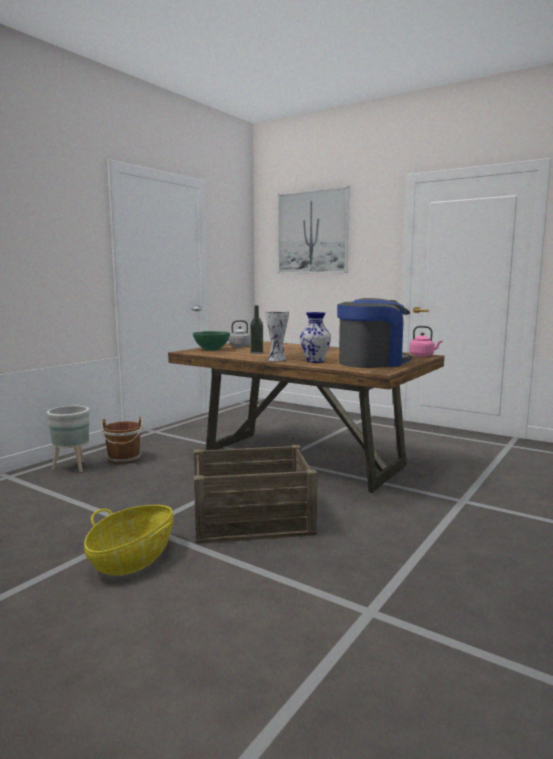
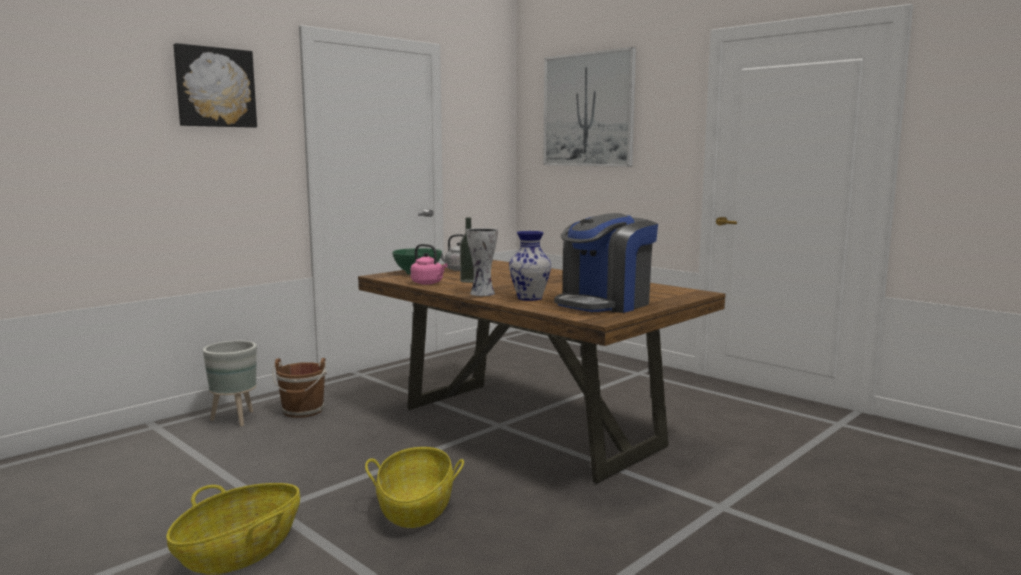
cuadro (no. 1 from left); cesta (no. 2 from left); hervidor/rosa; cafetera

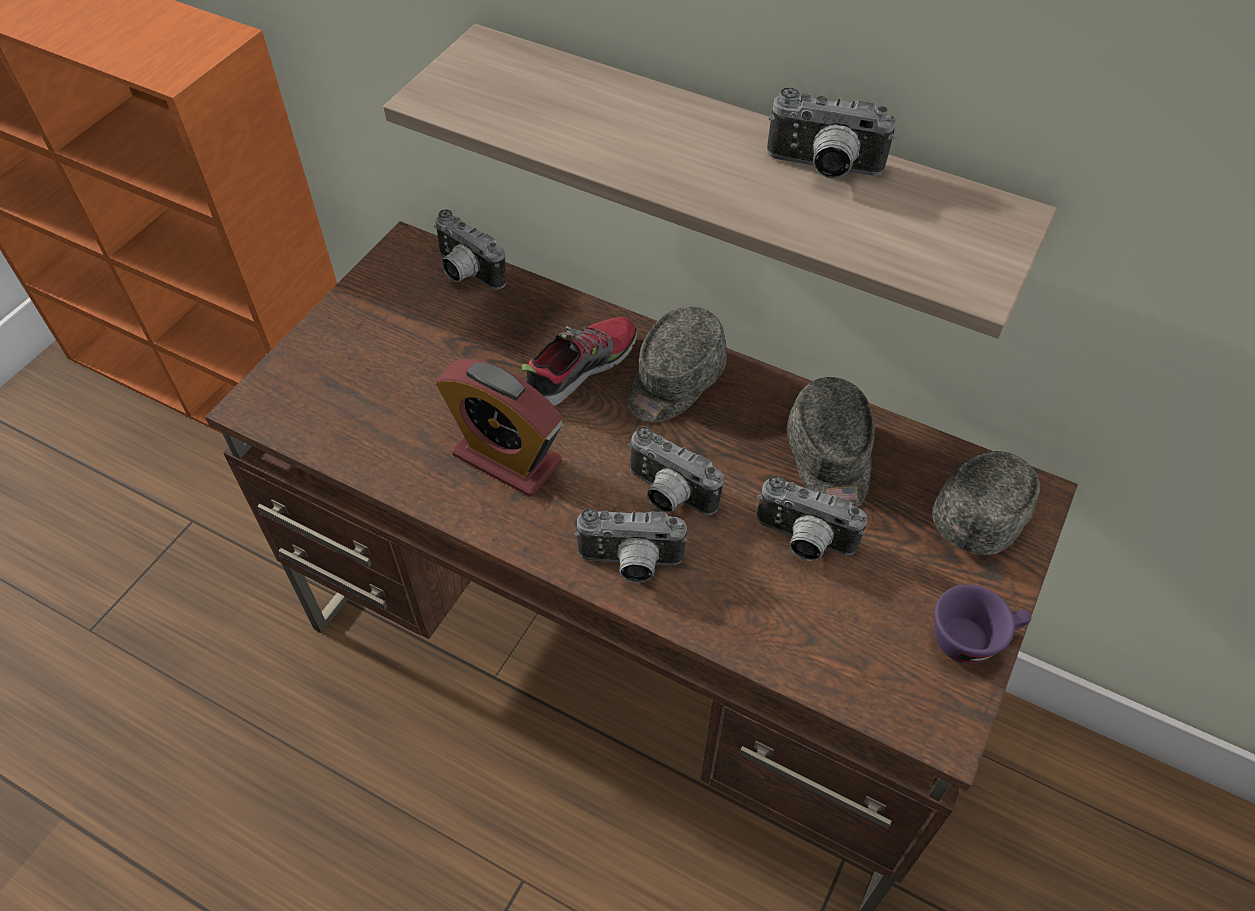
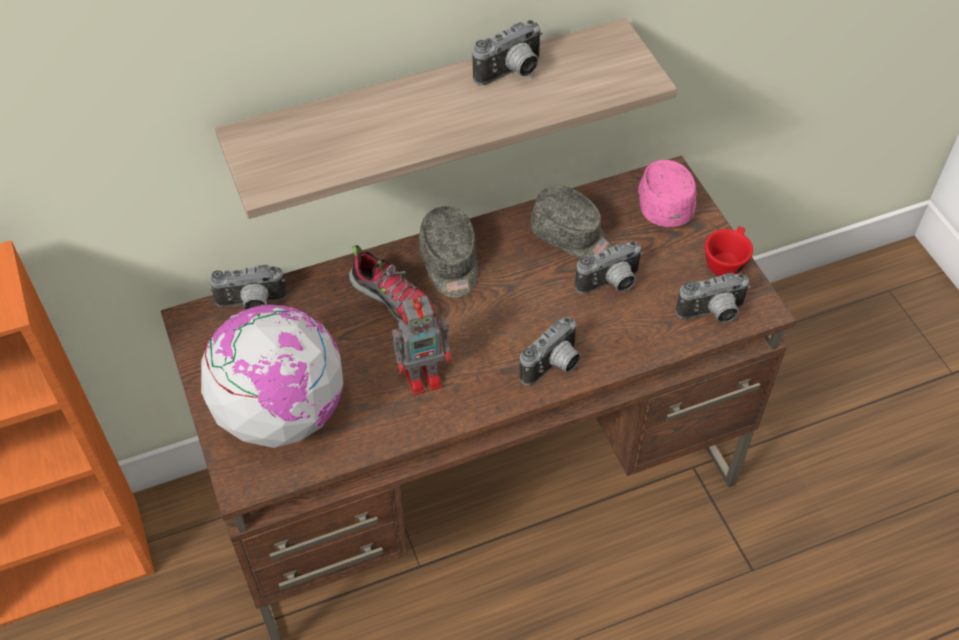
globo terráqueo; zapato; robot de juguete; gorra/rosa; cámara (no. 5 from left); taza/rojo

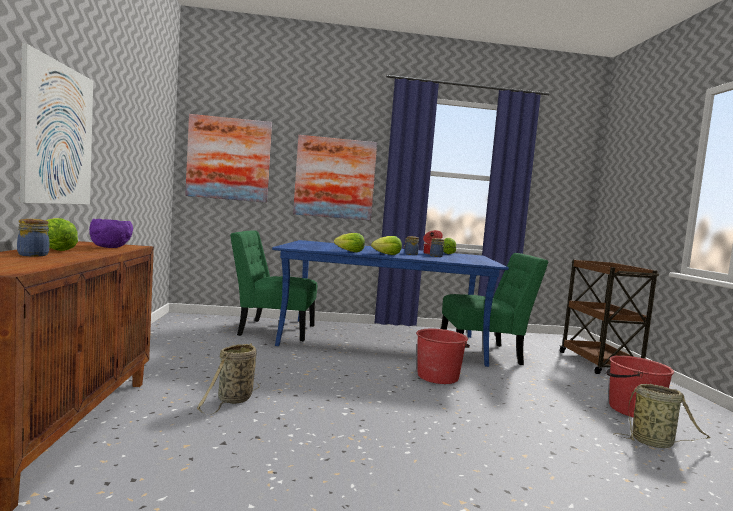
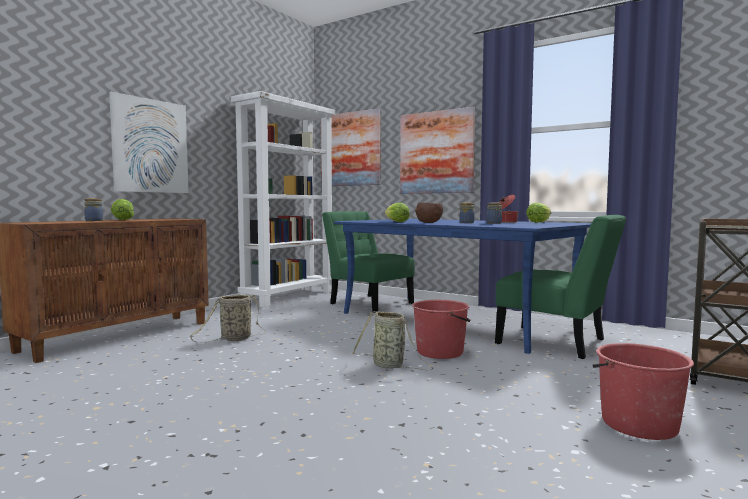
estantería/blanco; cesta (no. 2 from left); cuenco/marrón; cuenco/morado

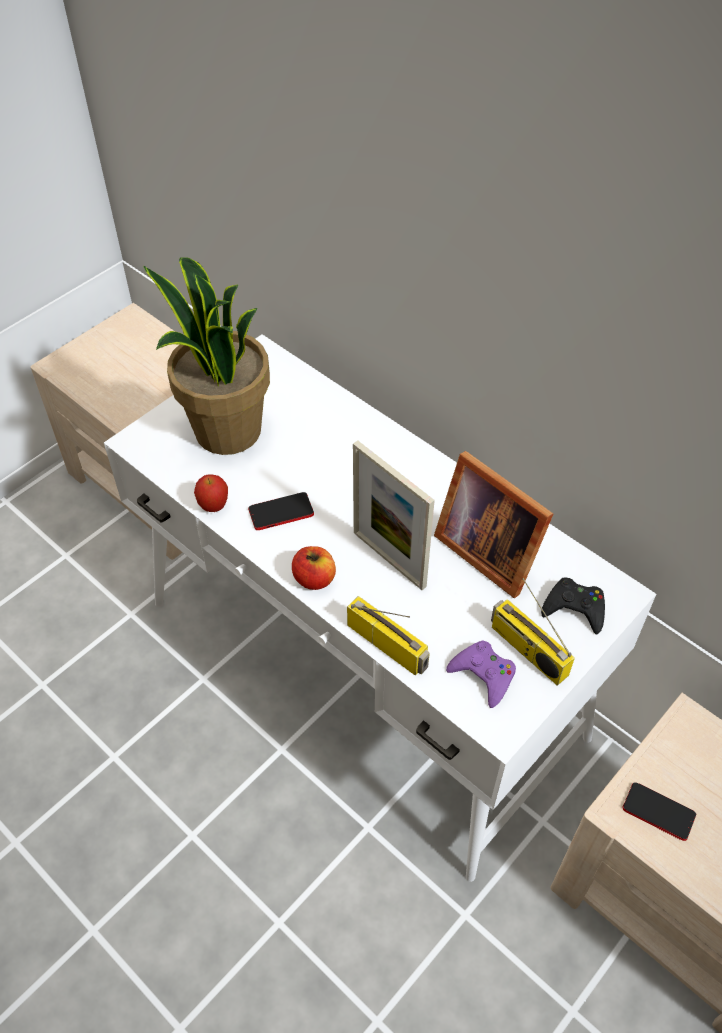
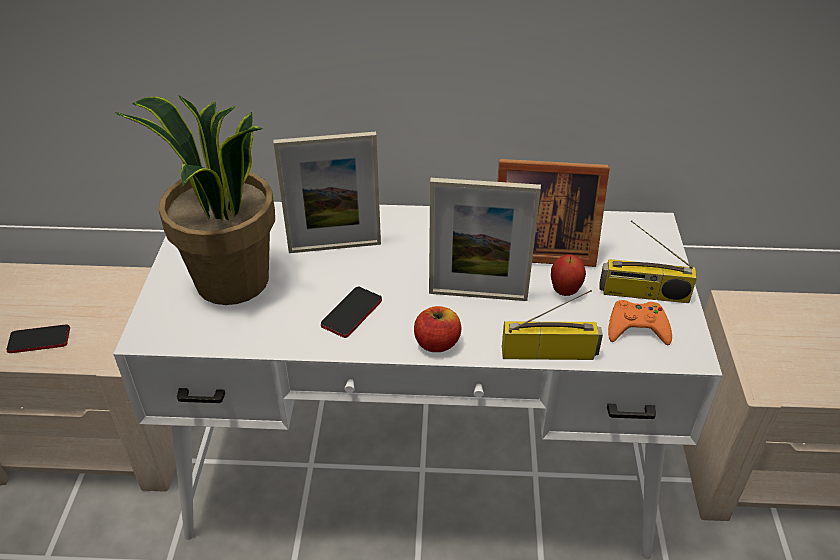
móvil (no. 1 from left); portarretratos (no. 1 from left); manzana (no. 2 from left); mando de consola/naranja; mando de consola/negro

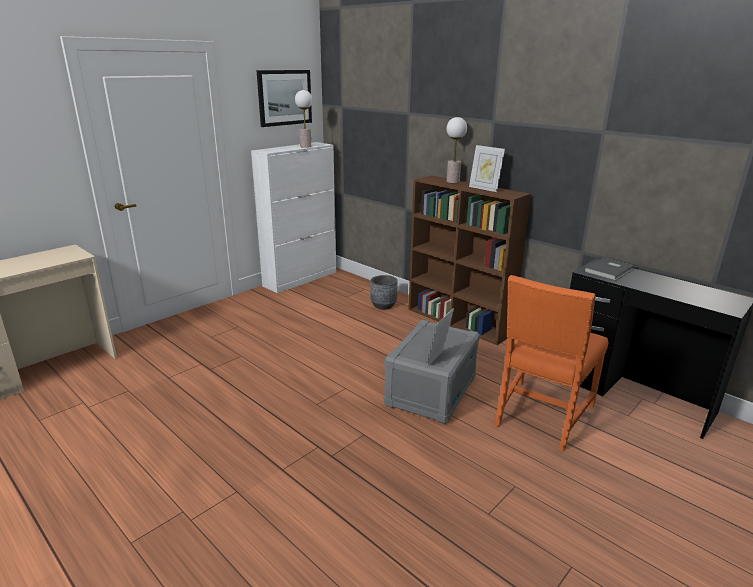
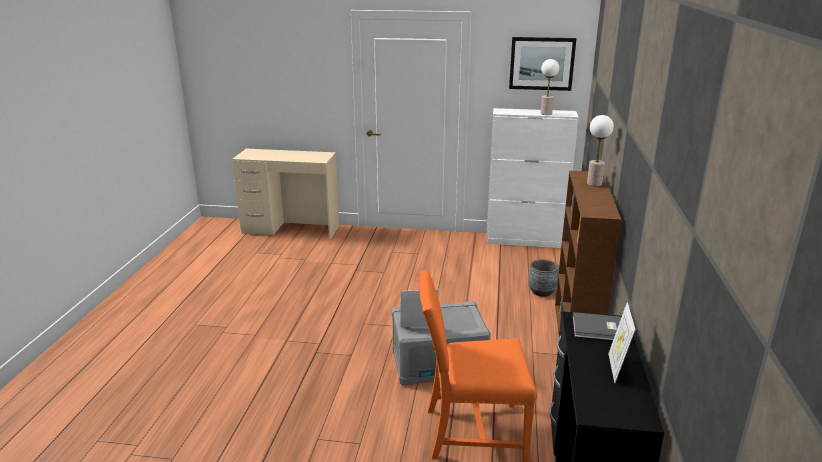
portarretratos (no. 2 from left)

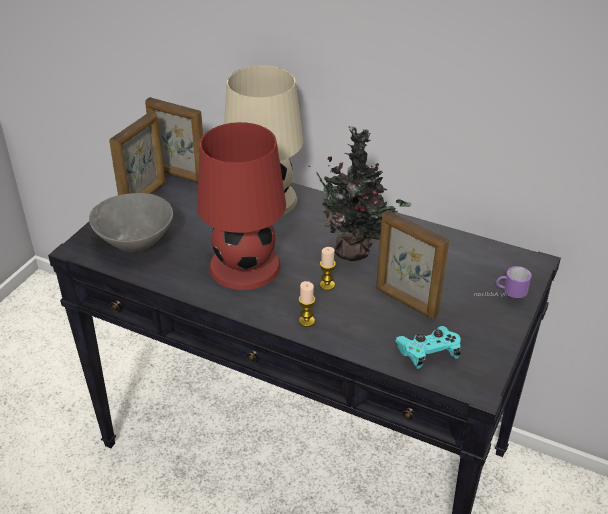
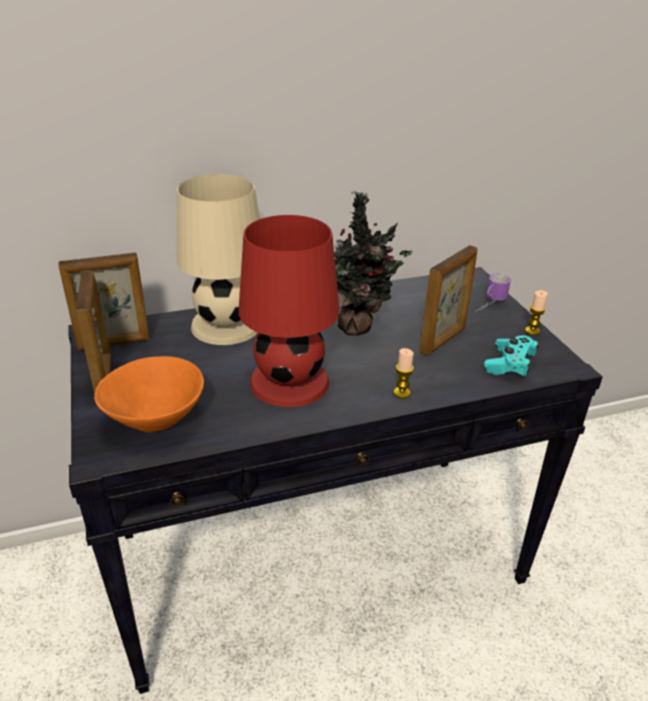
cuenco/naranja; portarretratos (no. 3 from left); vela (no. 2 from left)

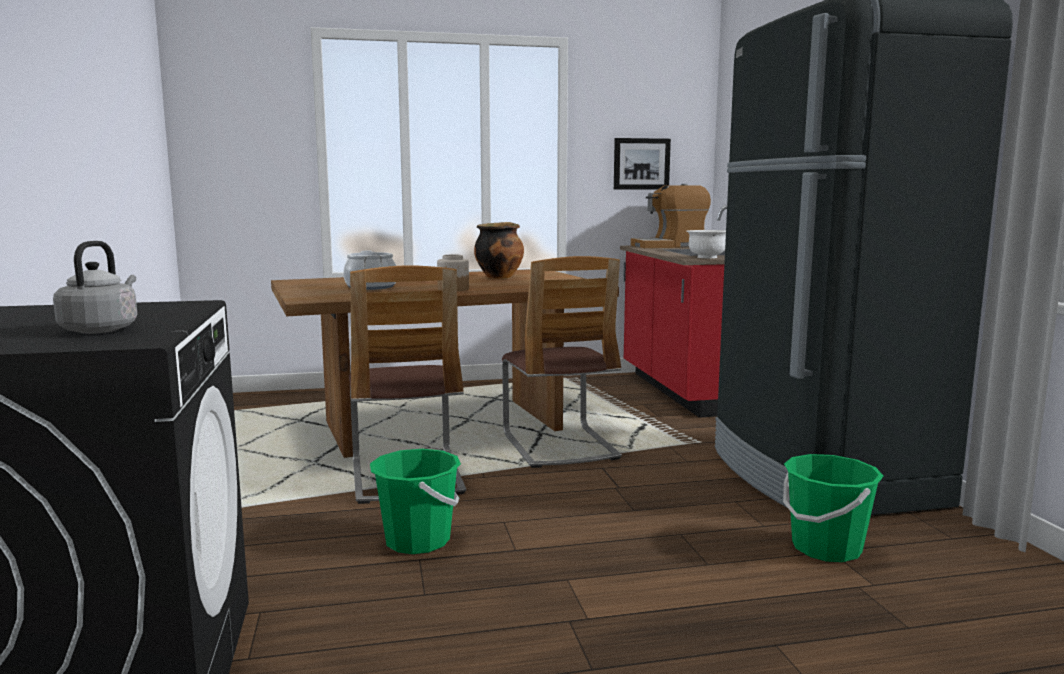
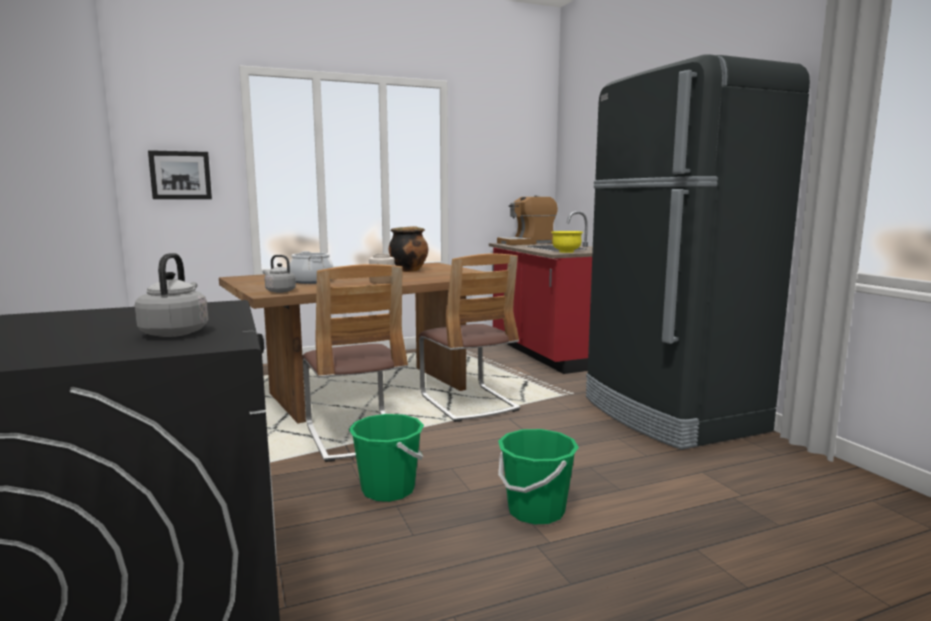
cuadro; hervidor/gris (no. 2 from left); cubo/verde (no. 2 from left); cuenco/amarillo

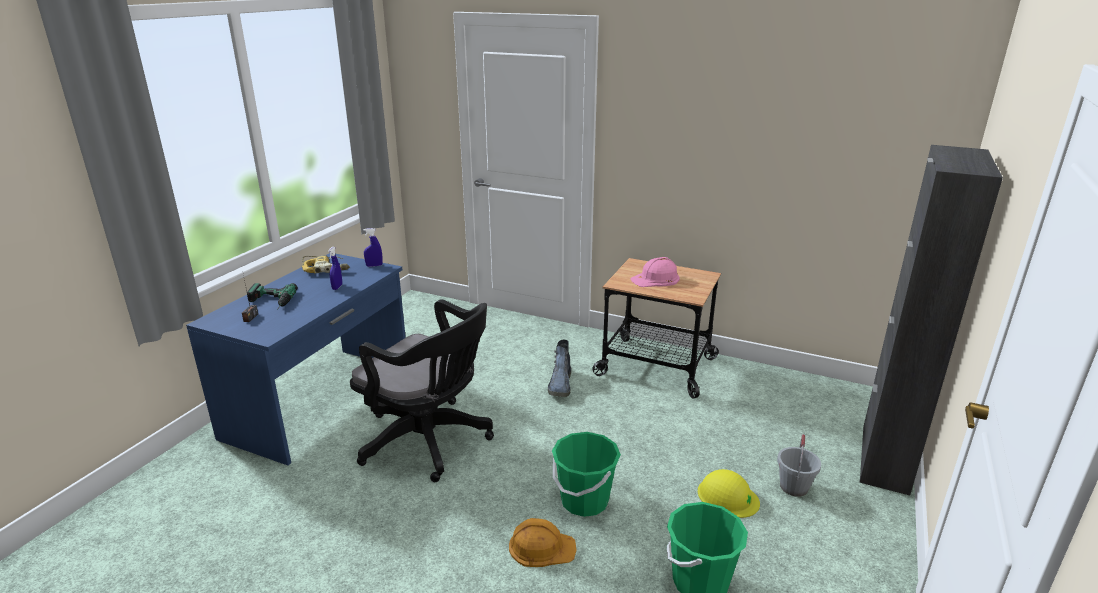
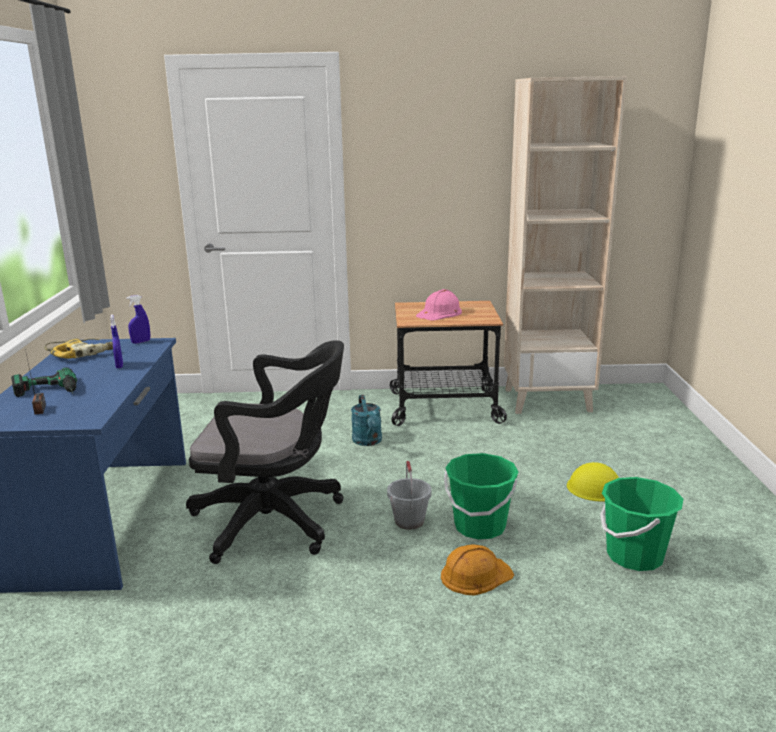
regadera/turquesa; cubo/gris; estantería/beis; armario/negro

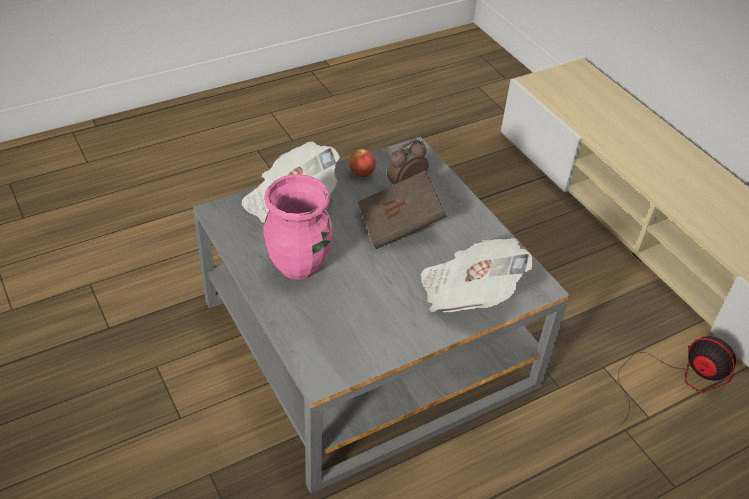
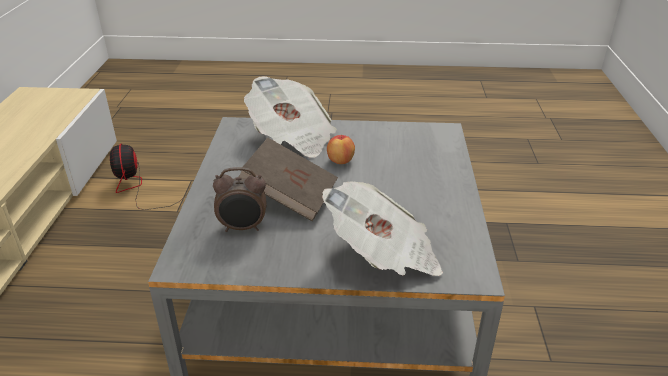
manzana; florero/rosa

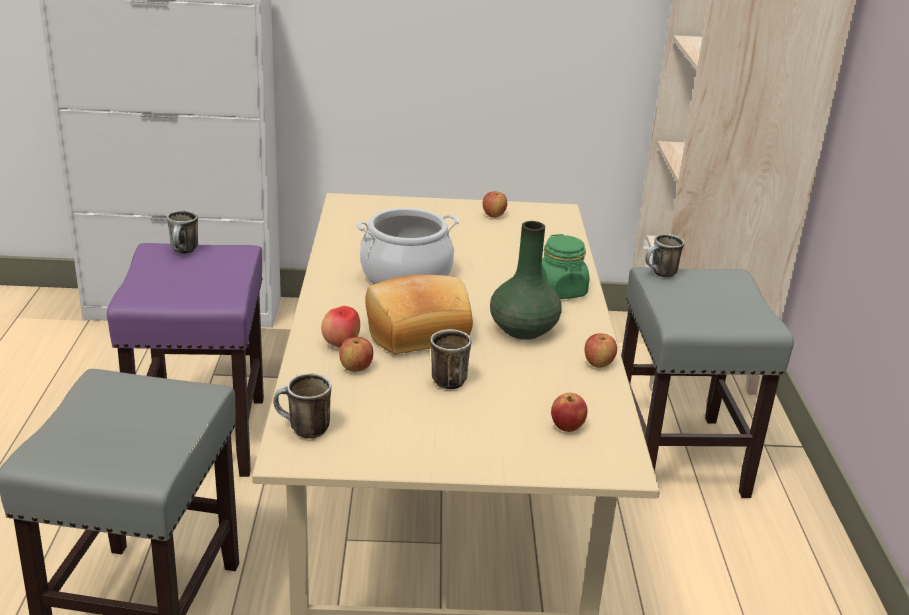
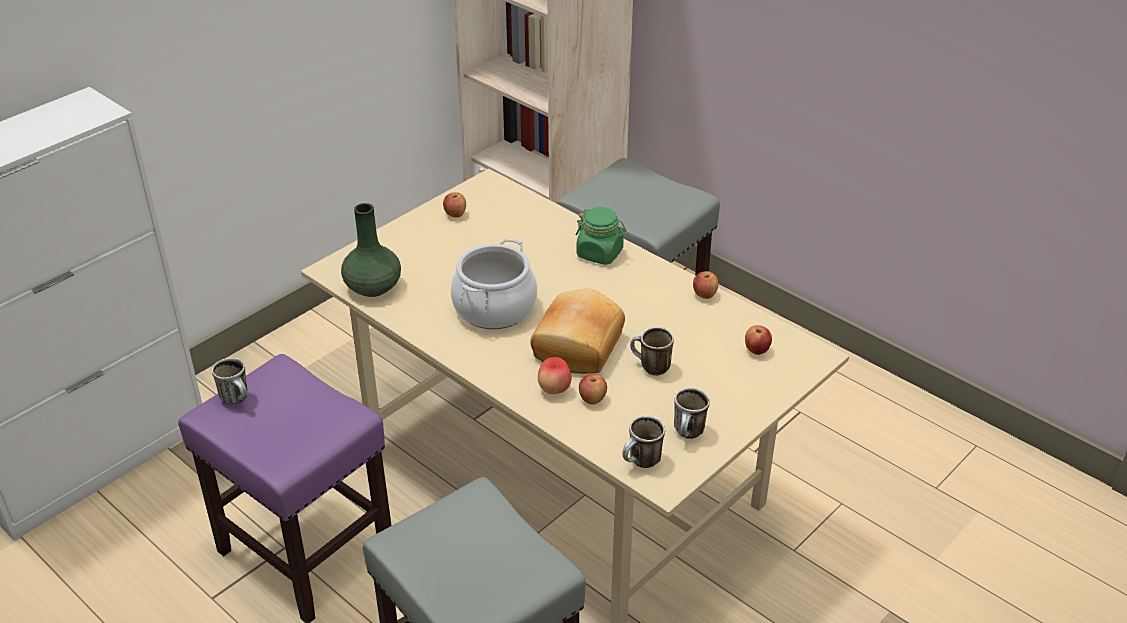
florero/verde; taza grande (no. 4 from left)

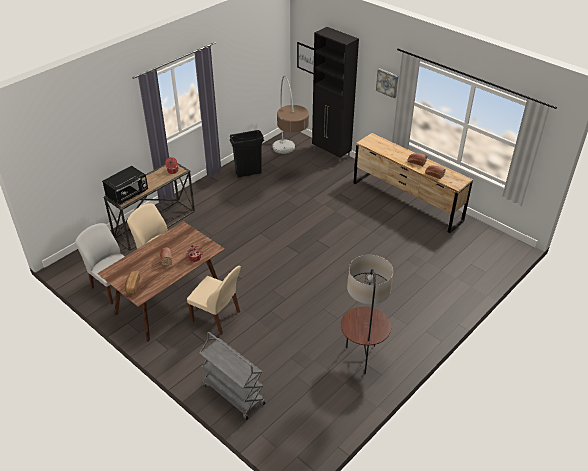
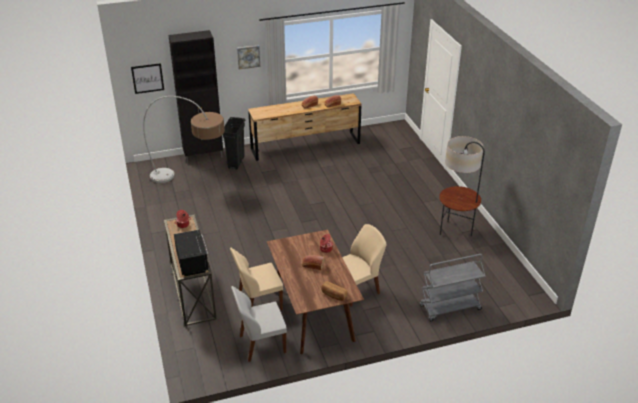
papelera/negro

